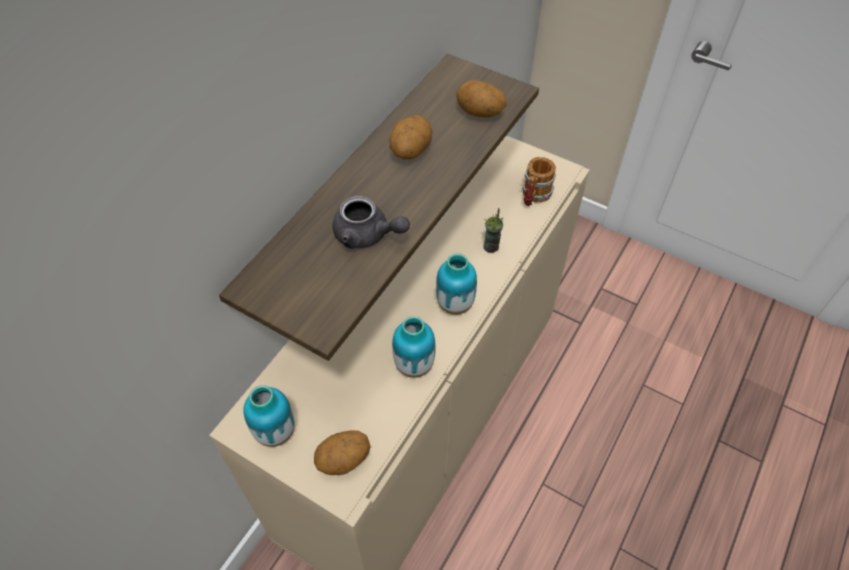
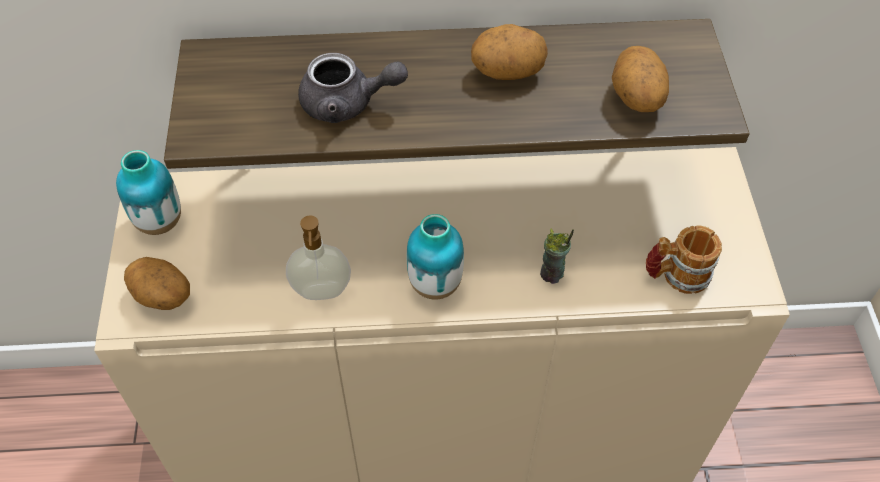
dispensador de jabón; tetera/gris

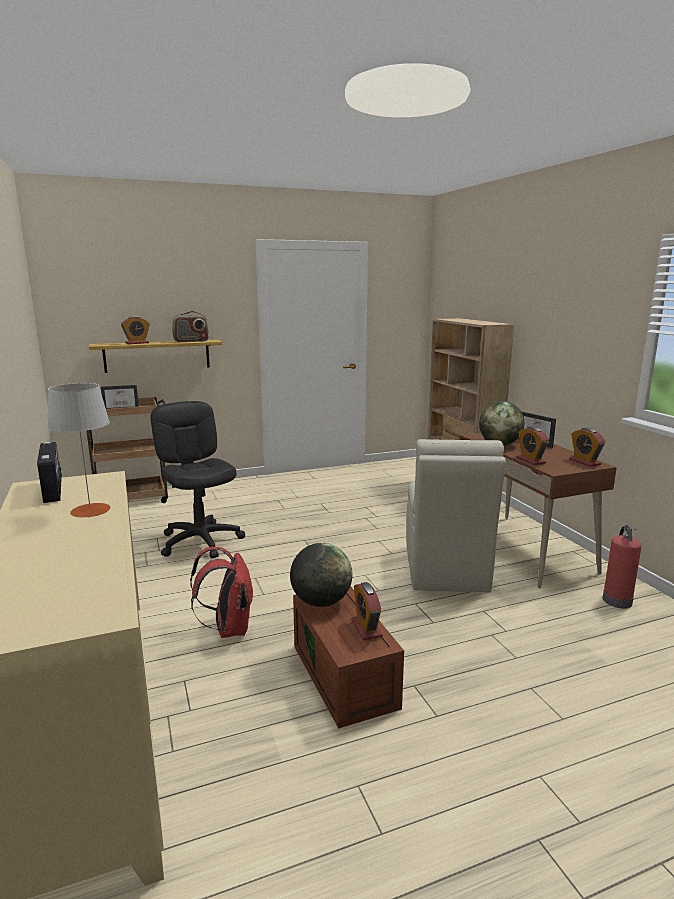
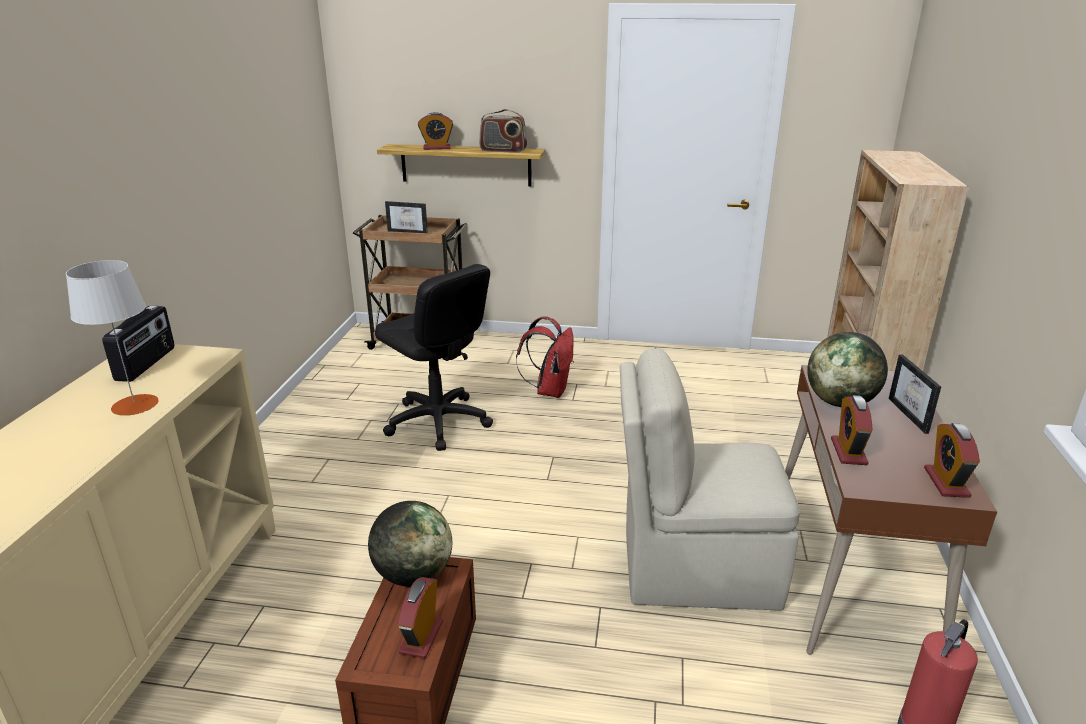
silla de oficina/negro; mochila/rojo; silla/beis

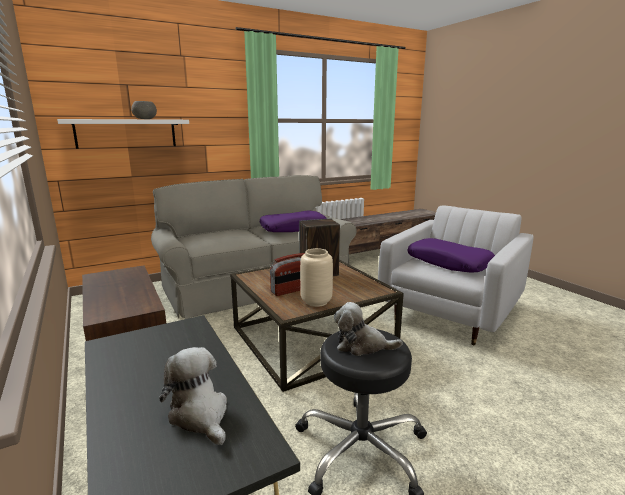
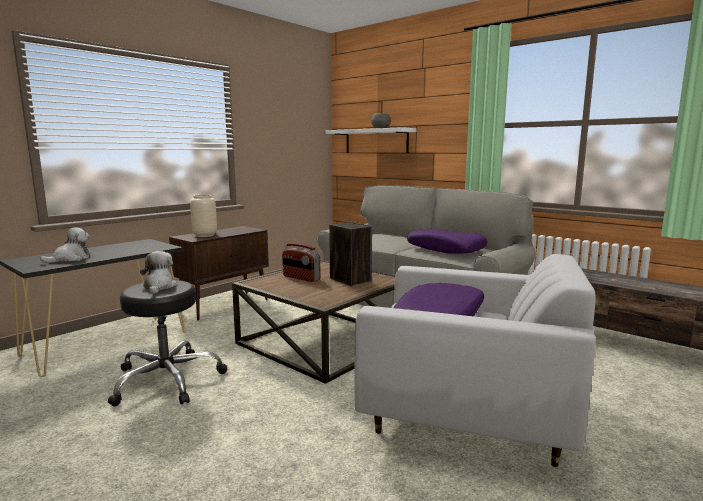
florero/beis

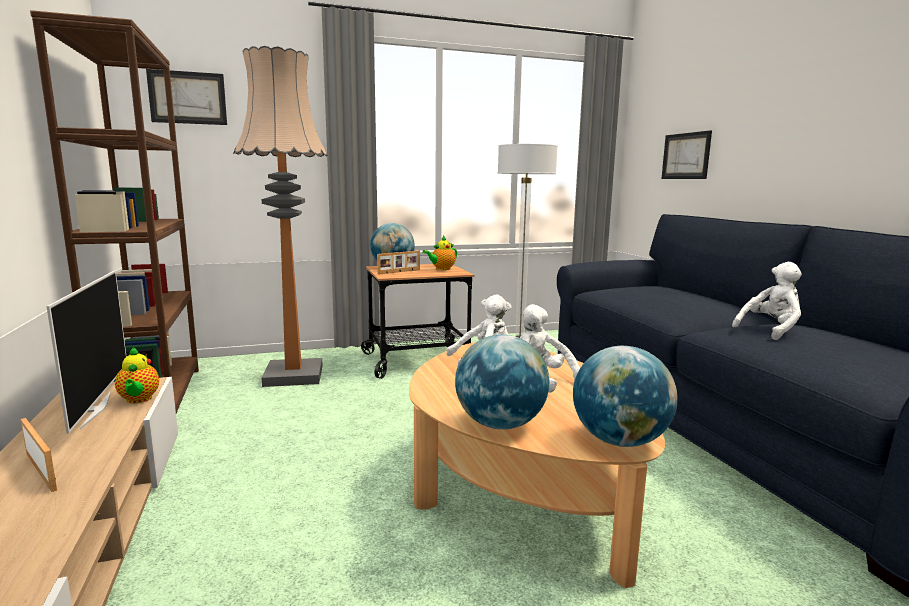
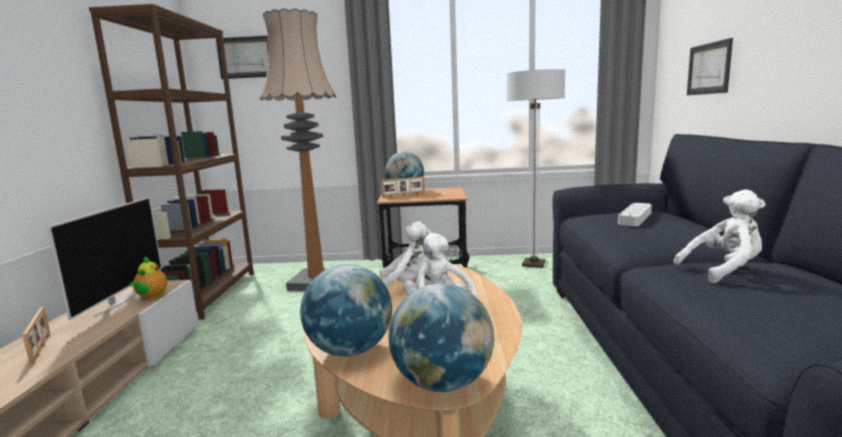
bandeja/gris; tetera (no. 2 from left in the first image)

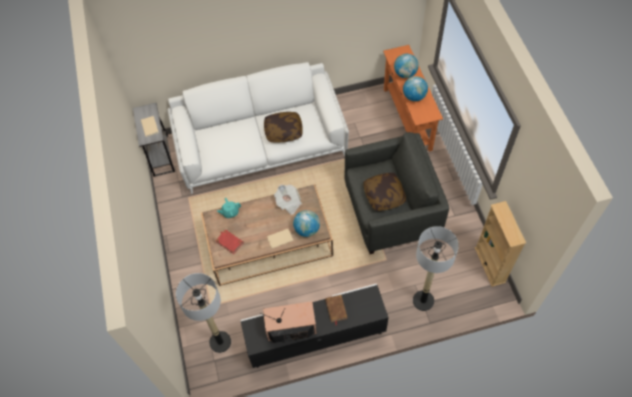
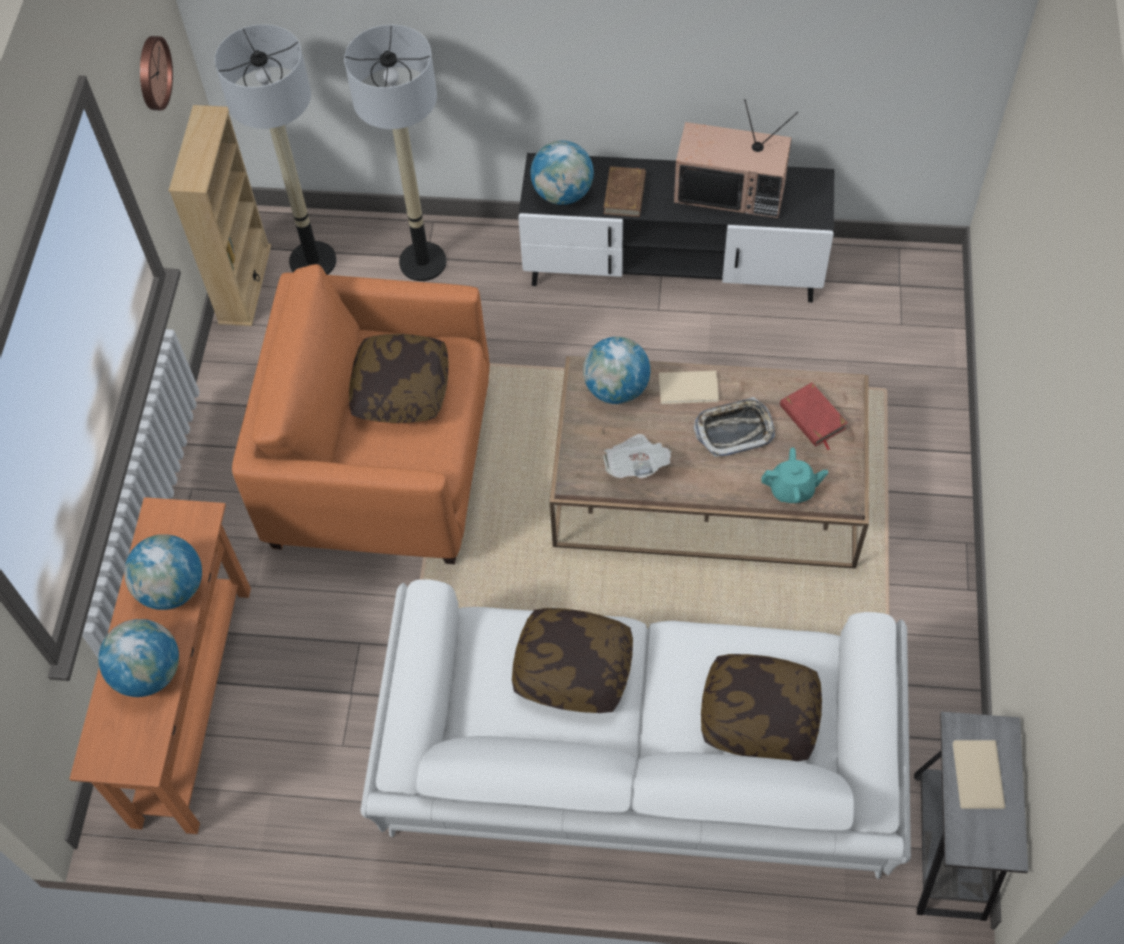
reloj de pared; lámpara de pie (no. 1 from left); sillón/naranja; globo terráqueo (no. 3 from left); bandeja; cojín (no. 3 from left)

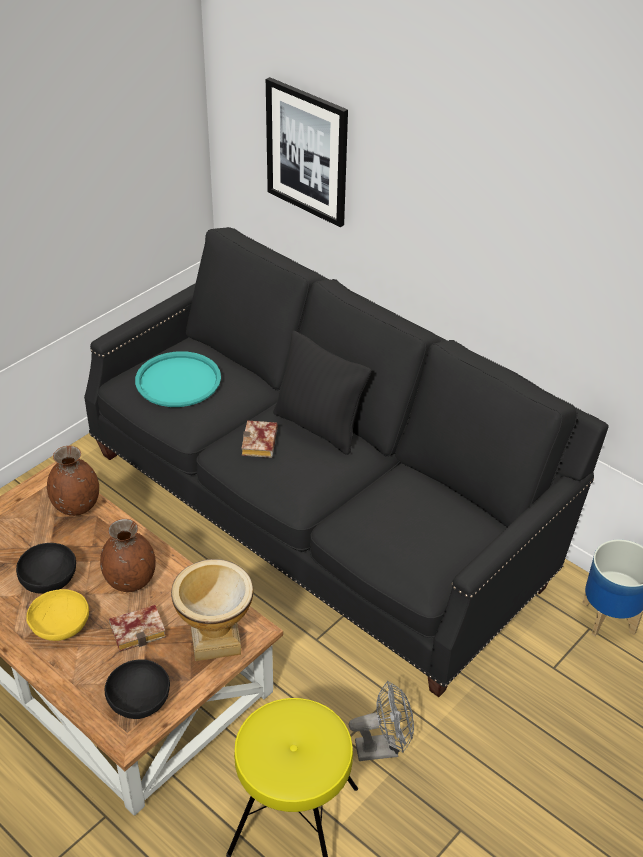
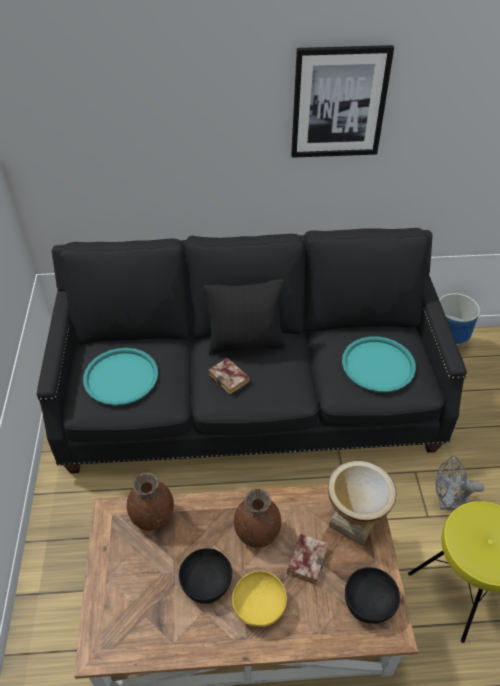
cuadro; bandeja/turquesa (no. 2 from left); ventilador/gris

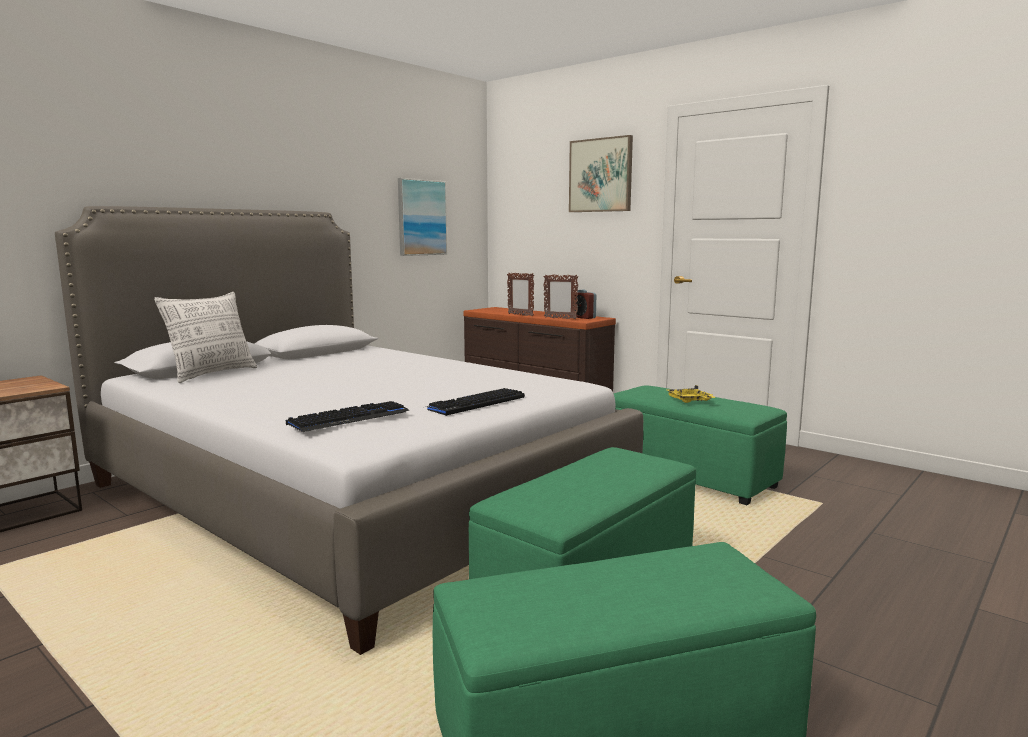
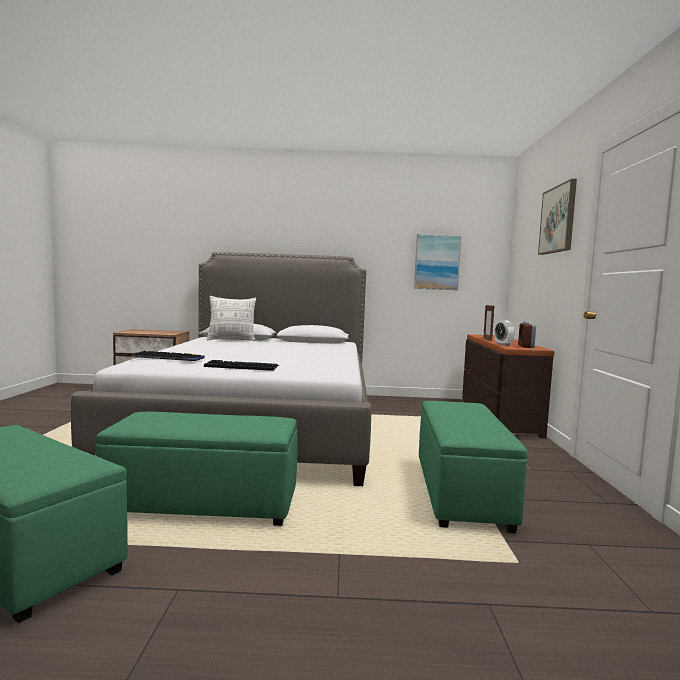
despertador (no. 1 from left); bandeja/amarillo

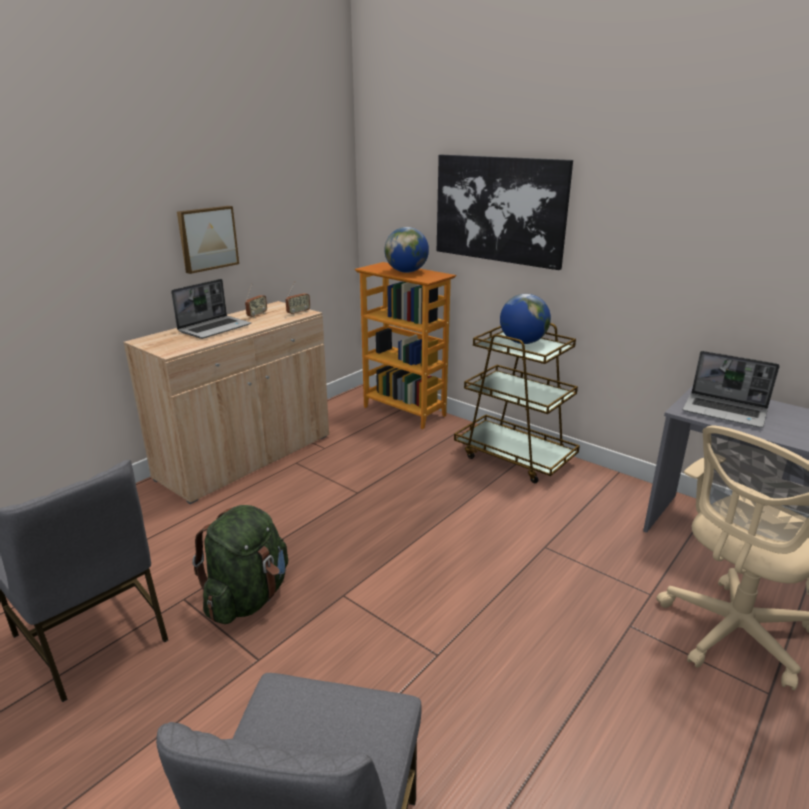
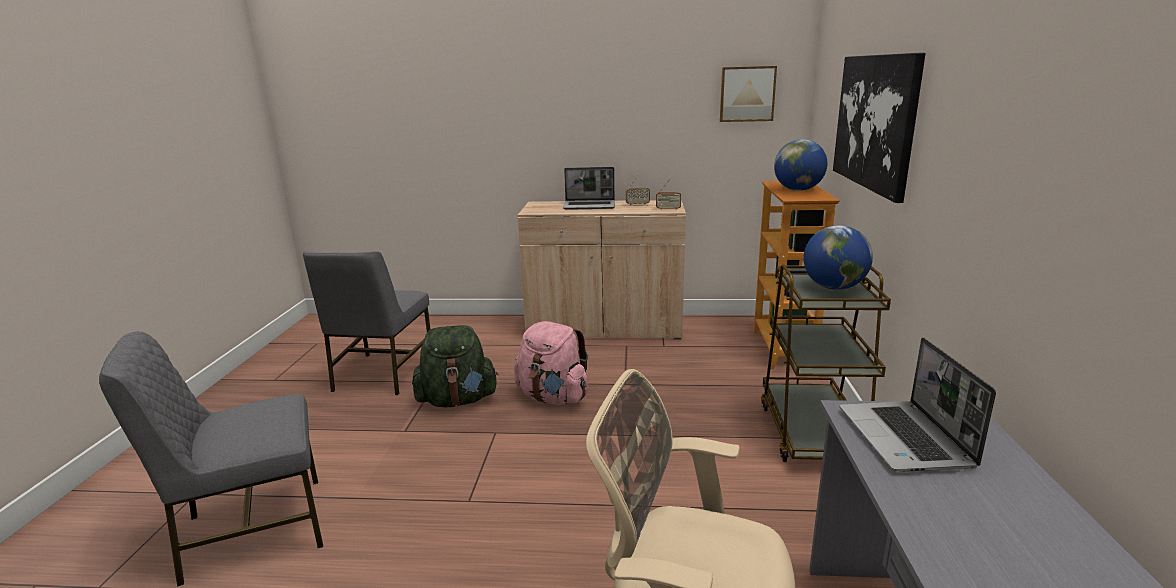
mochila/rosa; cuadro (no. 1 from left)

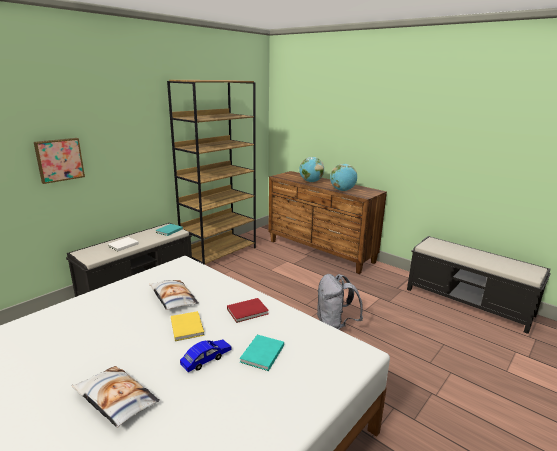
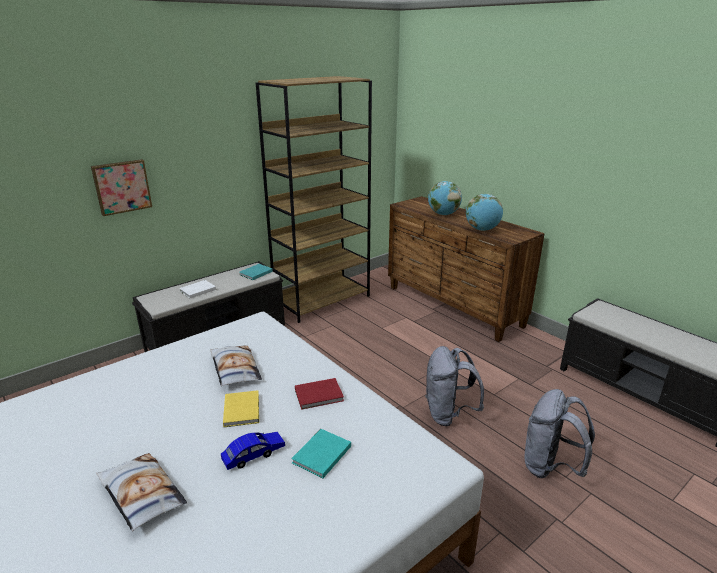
mochila/gris (no. 2 from left)

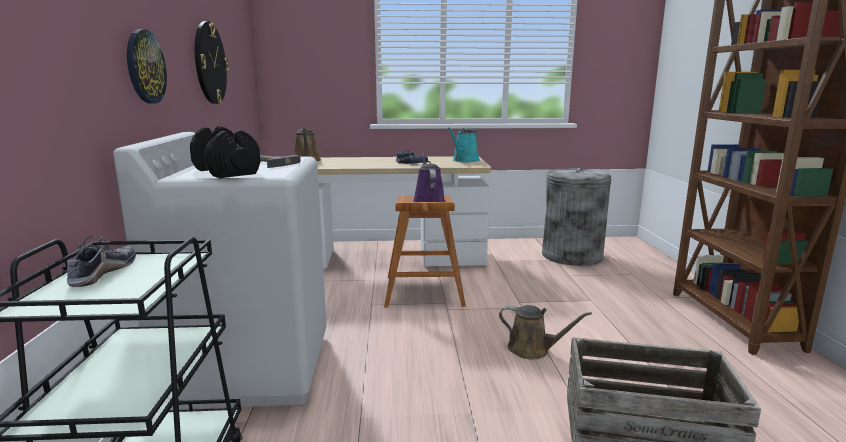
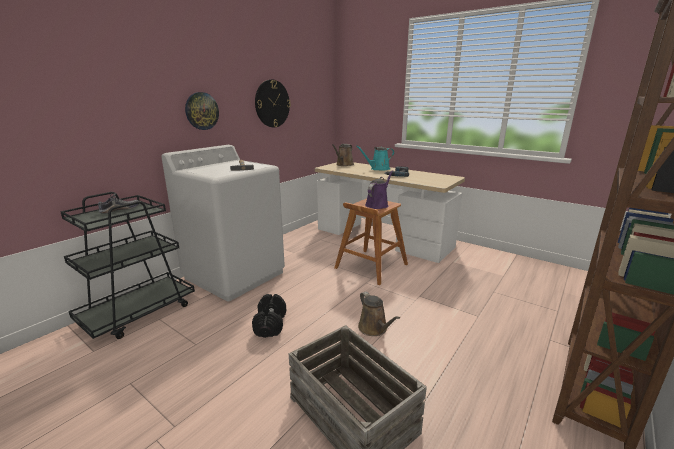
mancuerna/negro; regadera/turquesa; papelera/gris

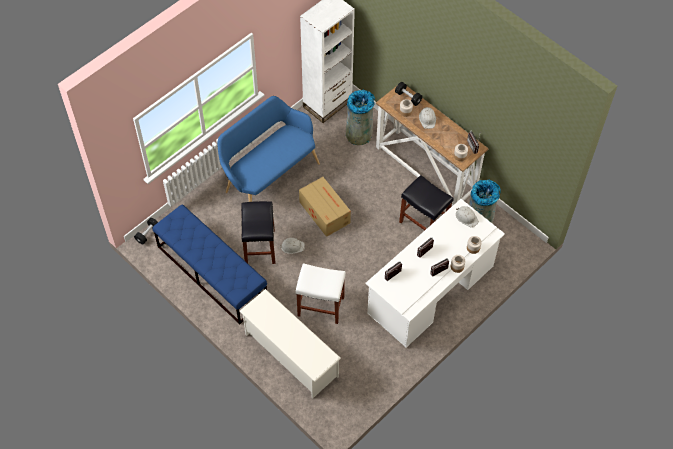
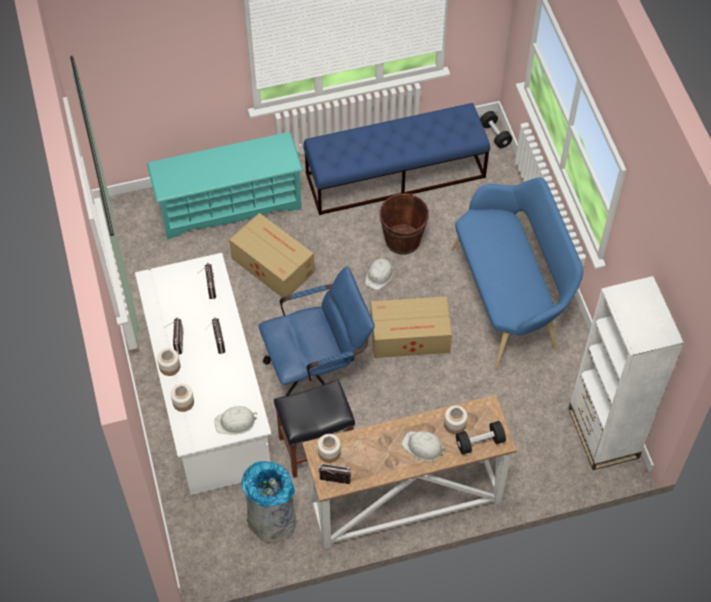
zapatero/turquesa; caja de cartón (no. 1 from left); silla de oficina/azul; cubo/marrón; papelera/gris (no. 1 from left in the first image)

